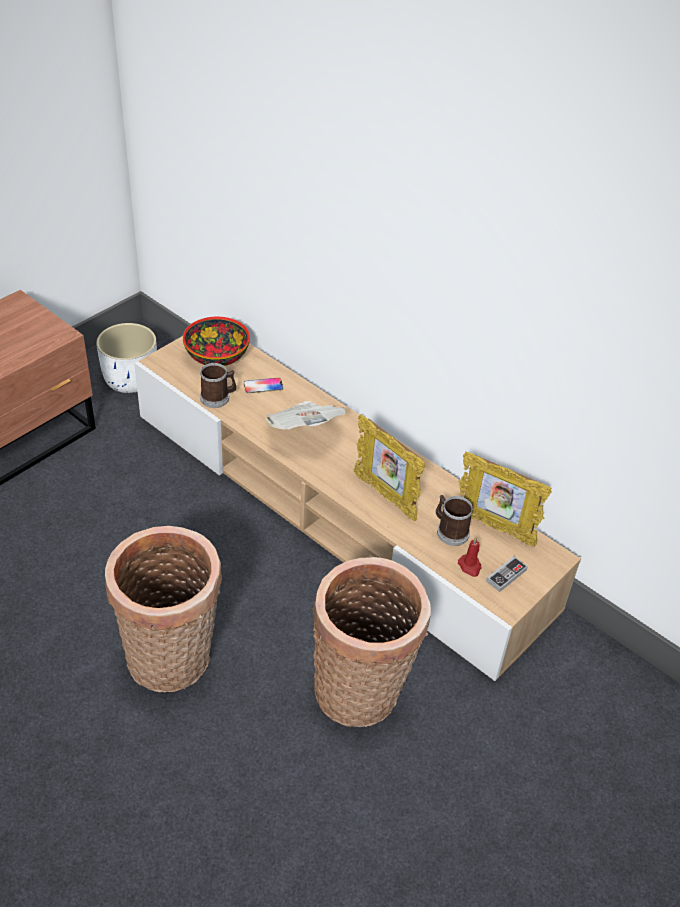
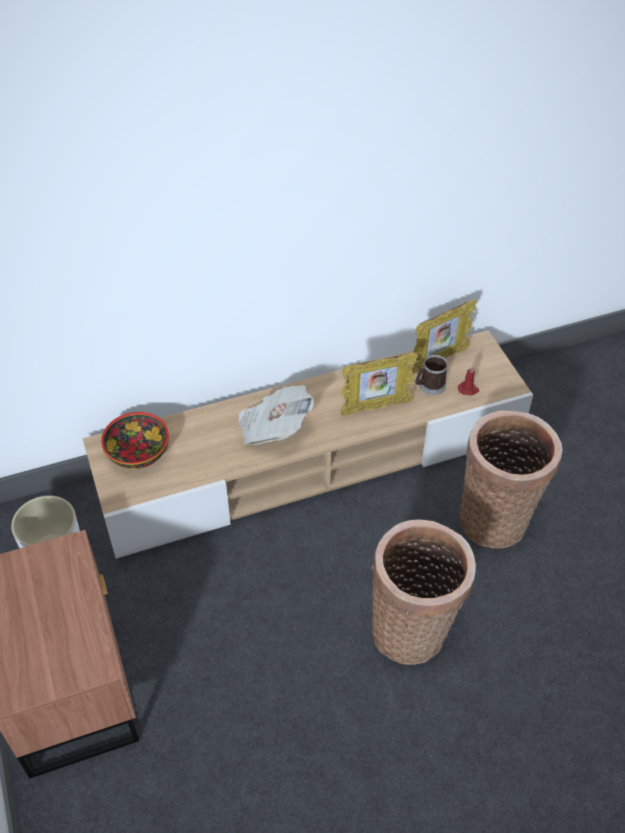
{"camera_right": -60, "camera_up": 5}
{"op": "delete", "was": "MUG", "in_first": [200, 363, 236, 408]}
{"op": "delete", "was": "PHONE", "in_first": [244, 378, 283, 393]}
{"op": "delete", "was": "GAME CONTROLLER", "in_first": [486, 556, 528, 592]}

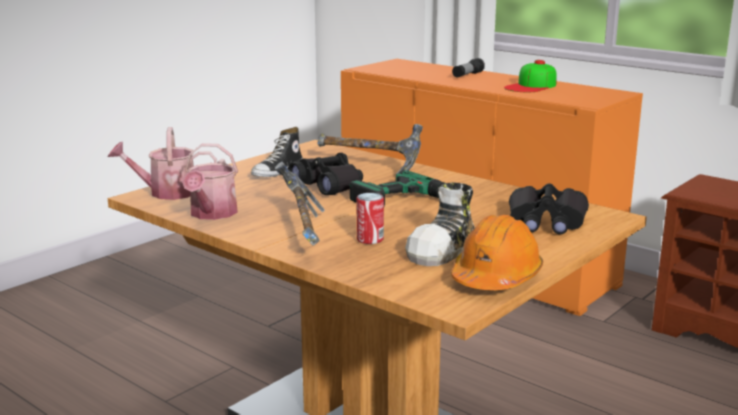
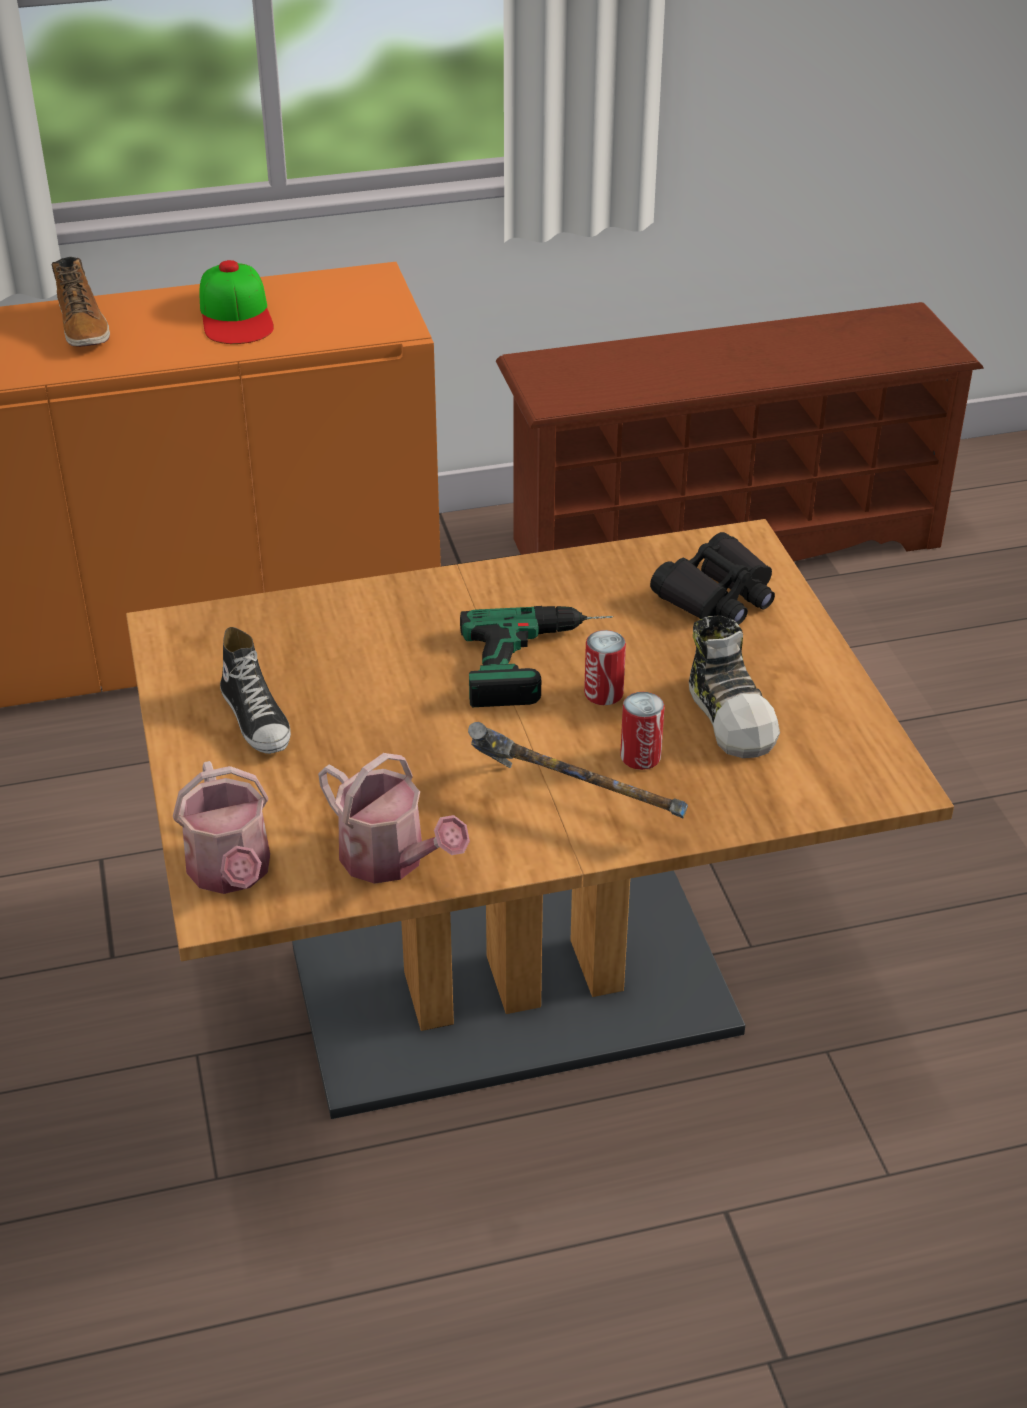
{"camera_right": -55, "camera_up": 20}
{"op": "rotate", "was": "WATERING CAN", "in_first": [108, 127, 217, 200], "in_second": [173, 761, 270, 894], "clockwise": -45}
{"op": "delete", "was": "BLACK BINOCULARS", "in_first": [288, 153, 363, 195]}
{"op": "delete", "was": "HAMMER", "in_first": [317, 124, 423, 174]}
{"op": "delete", "was": "ORANGE HARD HAT", "in_first": [451, 215, 543, 290]}
{"op": "replace", "was": "FLASHLIGHT", "now": "BOOT", "in_first": [452, 58, 485, 77], "in_second": [52, 257, 110, 347]}
{"op": "insert", "now": "CAN", "in_second": [584, 630, 626, 705]}

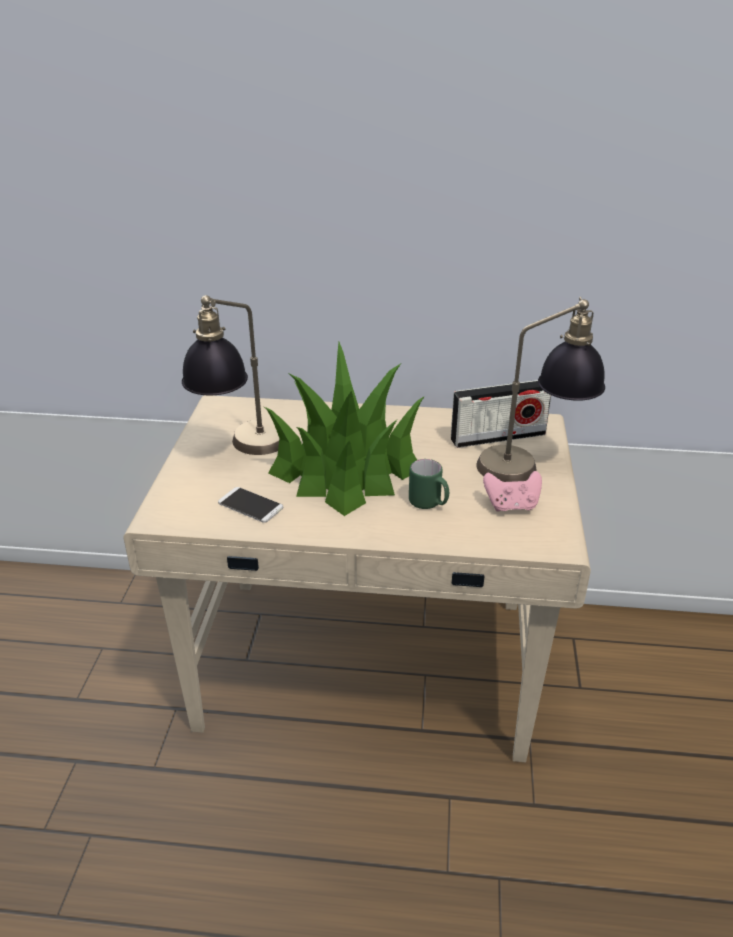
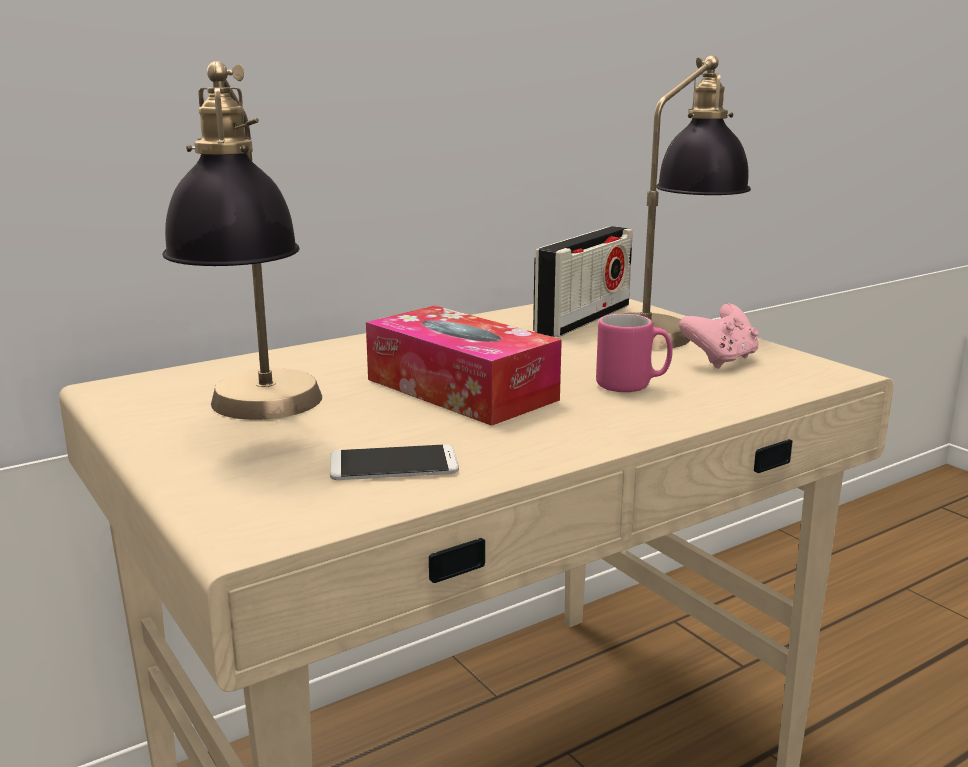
{"camera_right": -40, "camera_up": -15}
{"op": "replace", "was": "POTTED PLANT", "now": "TISSUE BOX", "in_first": [263, 342, 425, 516], "in_second": [366, 306, 562, 426]}
{"op": "recolor", "was": "GREEN MUG", "now": "PINK MUG", "in_first": [409, 459, 449, 509], "in_second": [596, 314, 673, 392]}

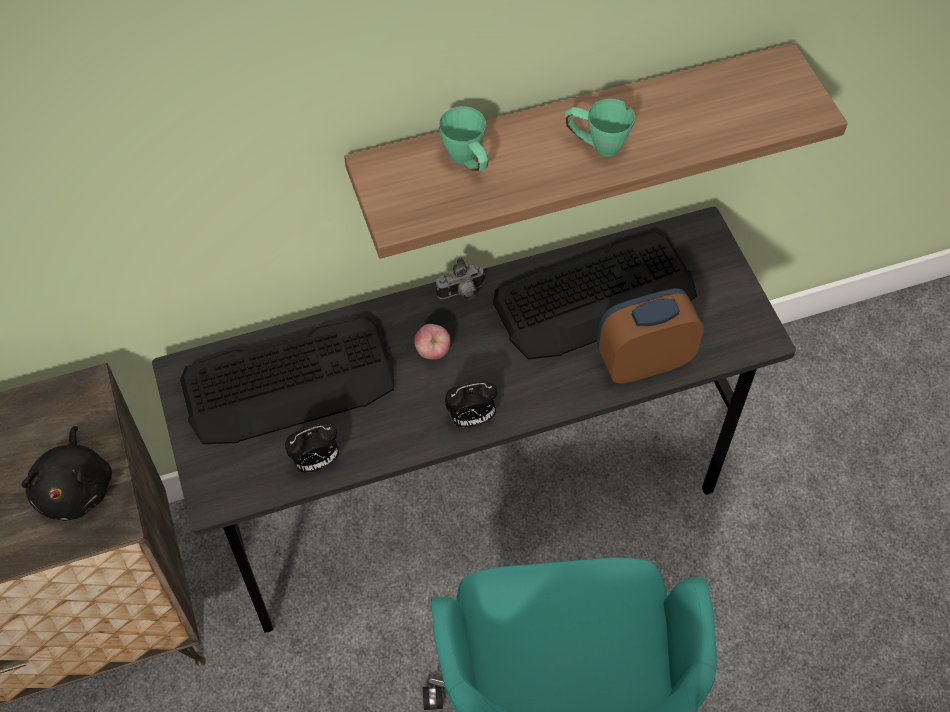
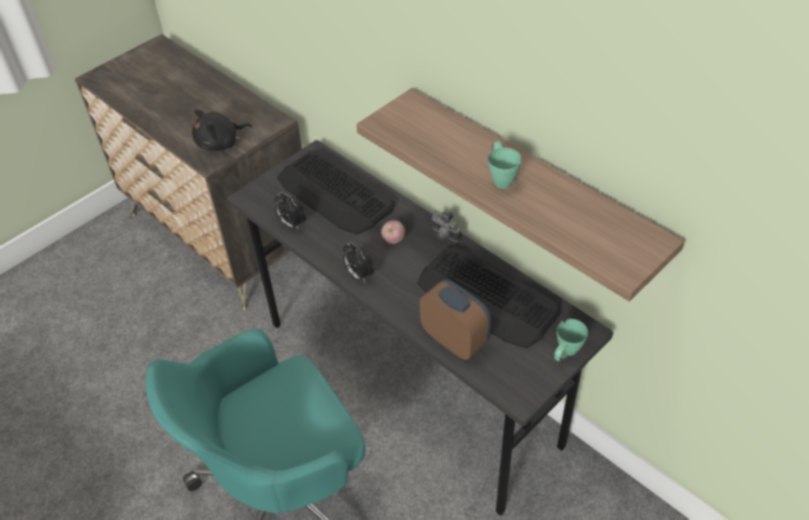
{"camera_right": 65, "camera_up": -10}
{"op": "move", "was": "GREEN MUG", "in_first": [439, 106, 489, 171], "in_second": [554, 319, 588, 361]}

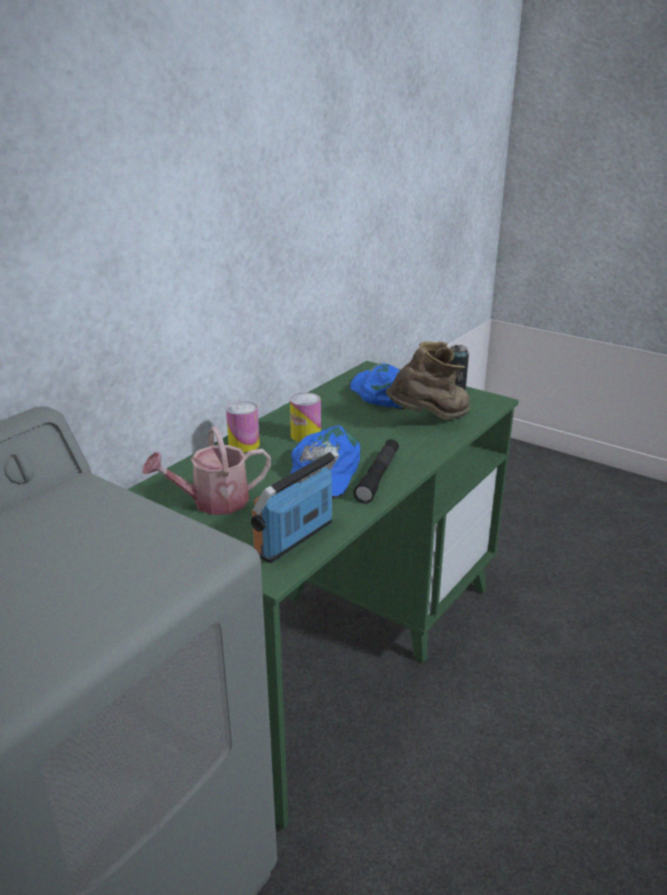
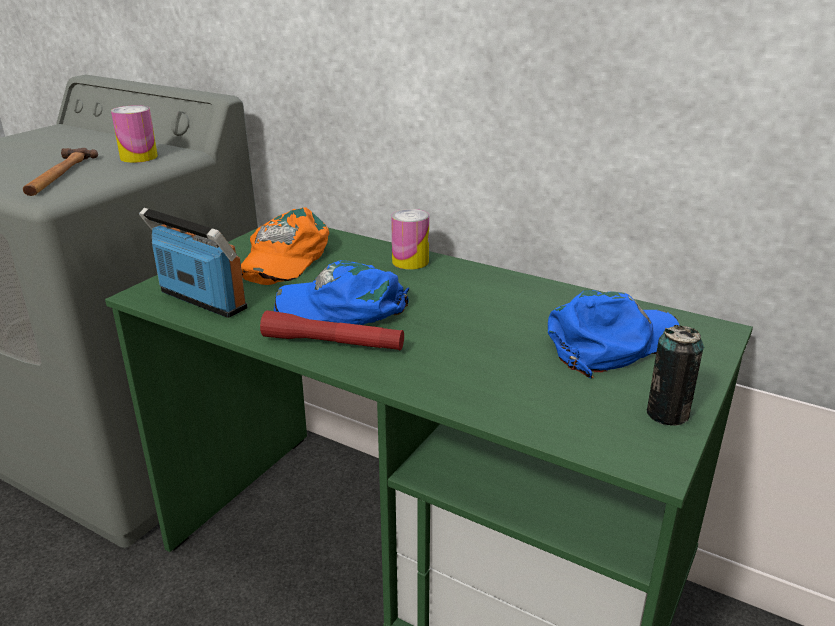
{"camera_right": 85, "camera_up": 0}
{"op": "replace", "was": "WATERING CAN", "now": "ORANGE CAP", "in_first": [143, 426, 271, 515], "in_second": [241, 207, 329, 285]}
{"op": "move", "was": "CAN", "in_first": [290, 393, 321, 442], "in_second": [111, 105, 158, 163]}
{"op": "recolor", "was": "BLACK FLASHLIGHT", "now": "RED FLASHLIGHT", "in_first": [353, 439, 399, 504], "in_second": [260, 310, 404, 350]}
{"op": "delete", "was": "BROWN BOOT", "in_first": [386, 341, 470, 420]}
{"op": "insert", "now": "HAMMER", "in_second": [23, 148, 98, 196]}

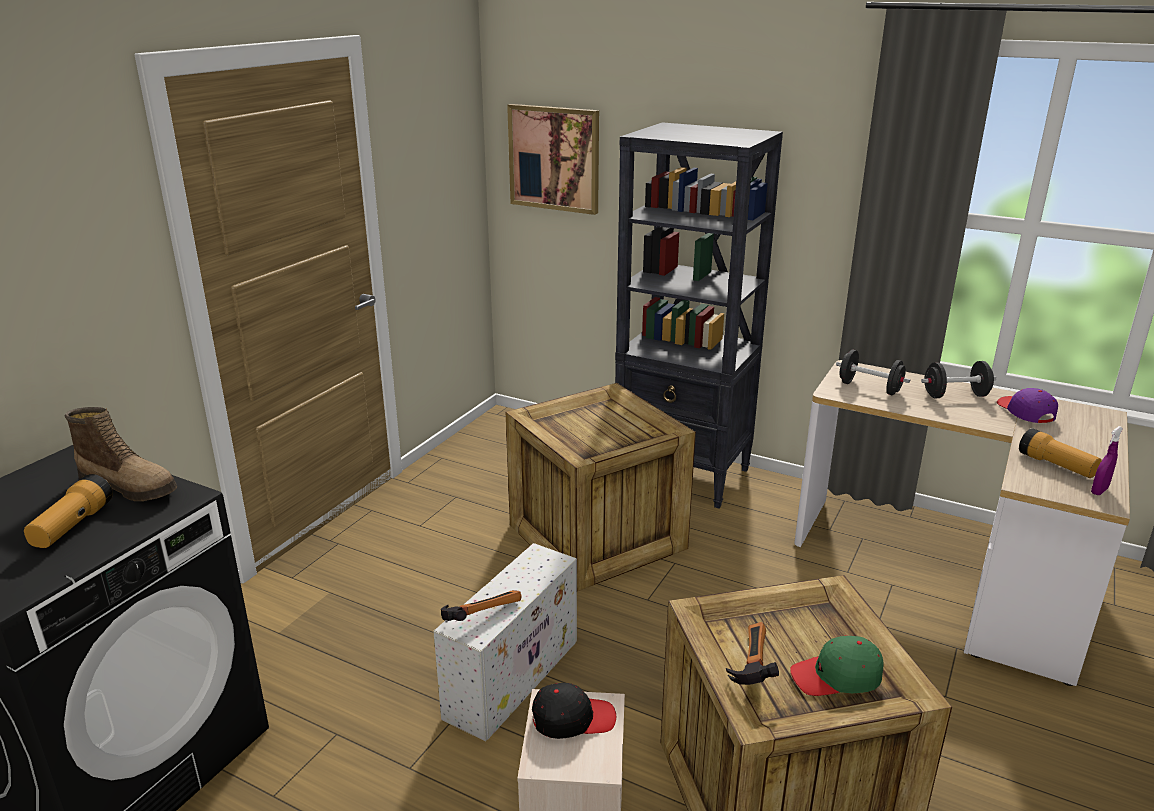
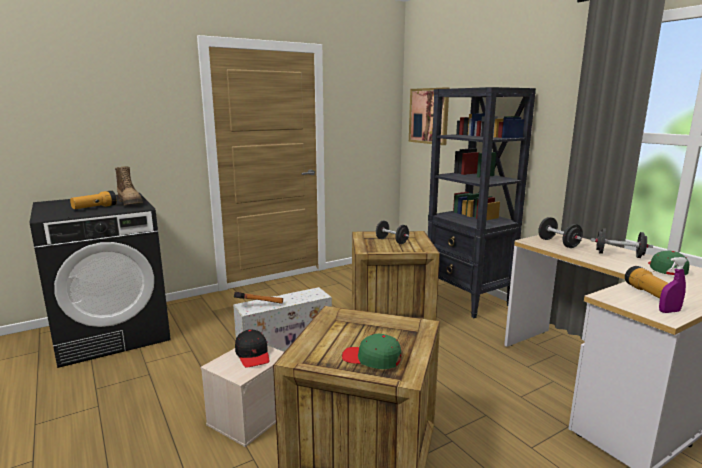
{"camera_right": 30, "camera_up": -10}
{"op": "rotate", "was": "BLACK CAP", "in_first": [532, 683, 616, 739], "in_second": [235, 329, 269, 368], "clockwise": 45}
{"op": "delete", "was": "HAMMER", "in_first": [726, 622, 779, 685]}
{"op": "recolor", "was": "PURPLE CAP", "now": "GREEN CAP", "in_first": [997, 388, 1058, 423], "in_second": [648, 251, 689, 275]}
{"op": "insert", "now": "BLACK DUMBBELL", "in_second": [376, 221, 409, 244]}

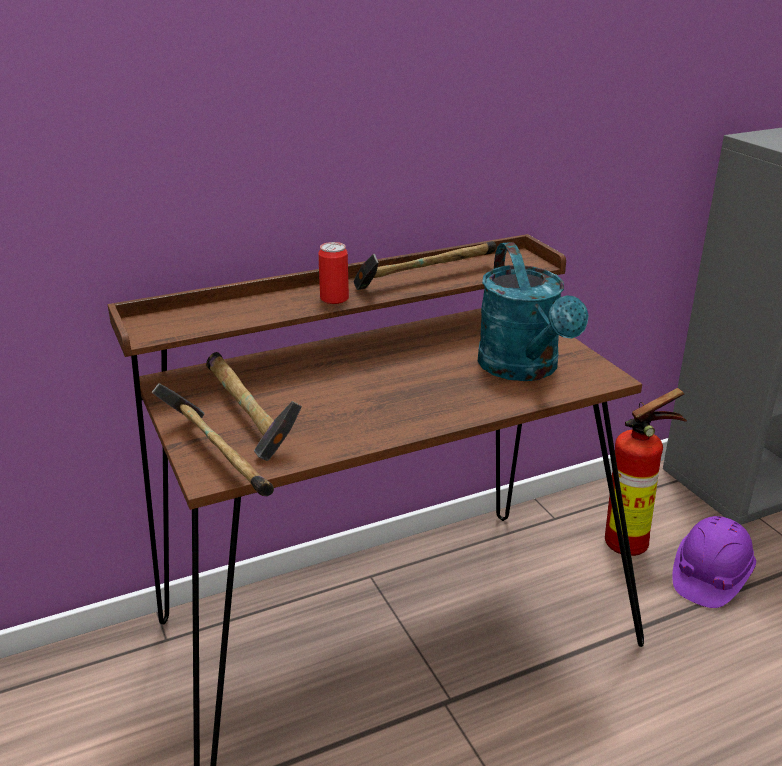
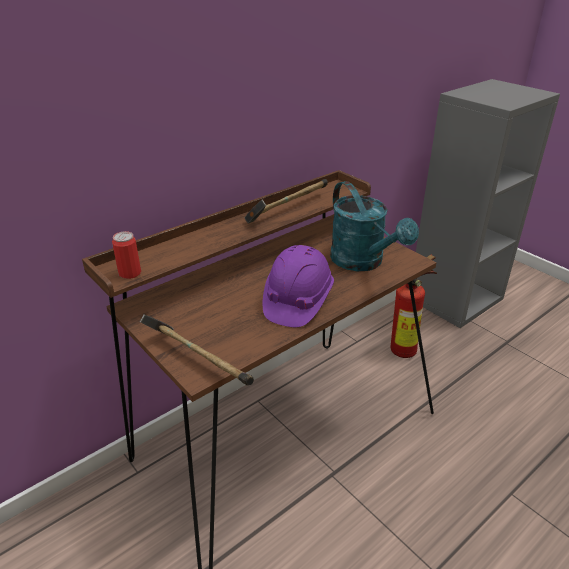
{"camera_right": -15, "camera_up": 5}
{"op": "delete", "was": "HAMMER", "in_first": [206, 352, 302, 461]}
{"op": "move", "was": "CAN", "in_first": [318, 242, 349, 304], "in_second": [112, 231, 141, 279]}
{"op": "move", "was": "PURPLE HARD HAT", "in_first": [672, 516, 756, 608], "in_second": [263, 245, 334, 327]}

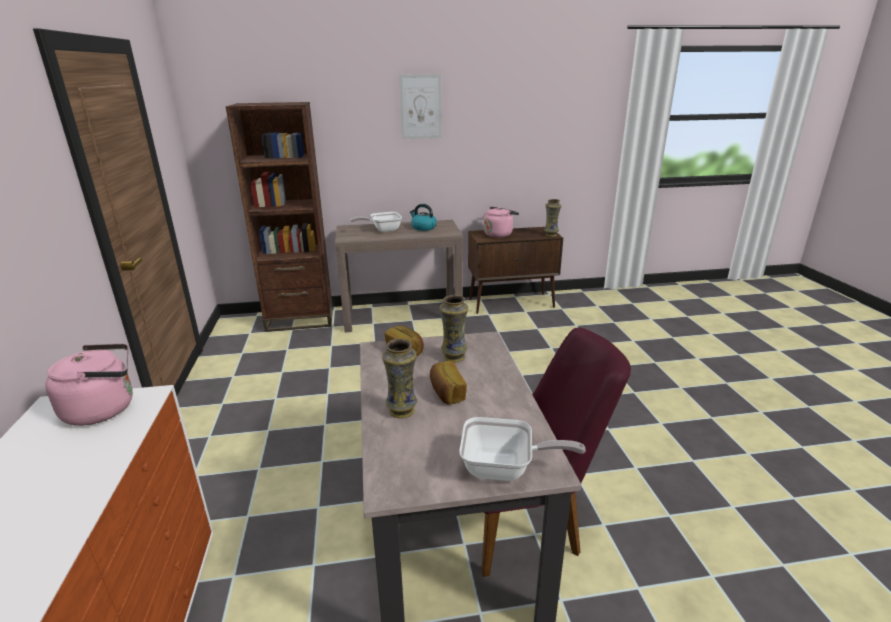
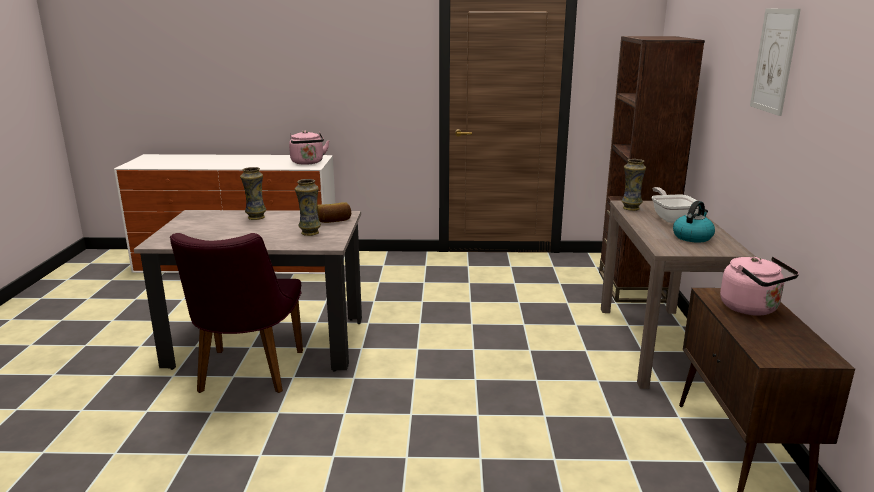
{"camera_right": 100, "camera_up": -5}
{"op": "delete", "was": "BREAD", "in_first": [430, 361, 467, 404]}
{"op": "delete", "was": "FRYING PAN", "in_first": [459, 417, 586, 481]}
{"op": "move", "was": "VASE", "in_first": [544, 199, 561, 237], "in_second": [622, 159, 646, 211]}

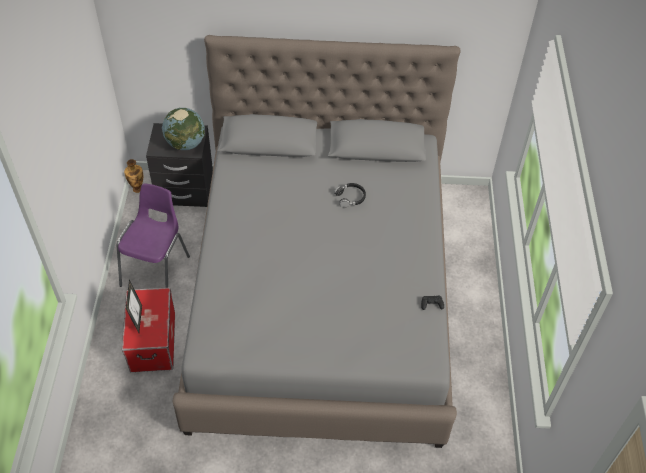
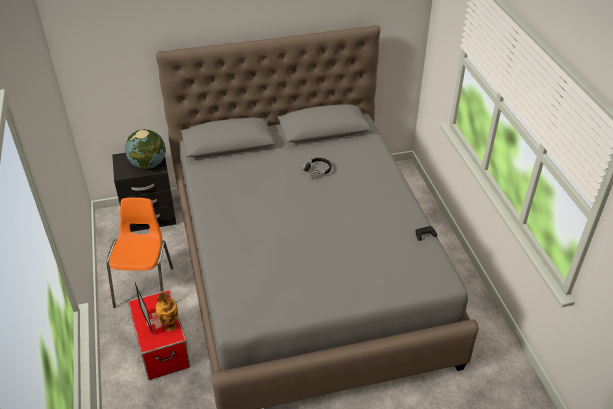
{"camera_right": -15, "camera_up": -10}
{"op": "recolor", "was": "PURPLE CHAIR", "now": "ORANGE CHAIR", "in_first": [117, 183, 190, 288], "in_second": [106, 197, 173, 308]}
{"op": "move", "was": "VASE", "in_first": [124, 159, 143, 193], "in_second": [155, 292, 178, 331]}

